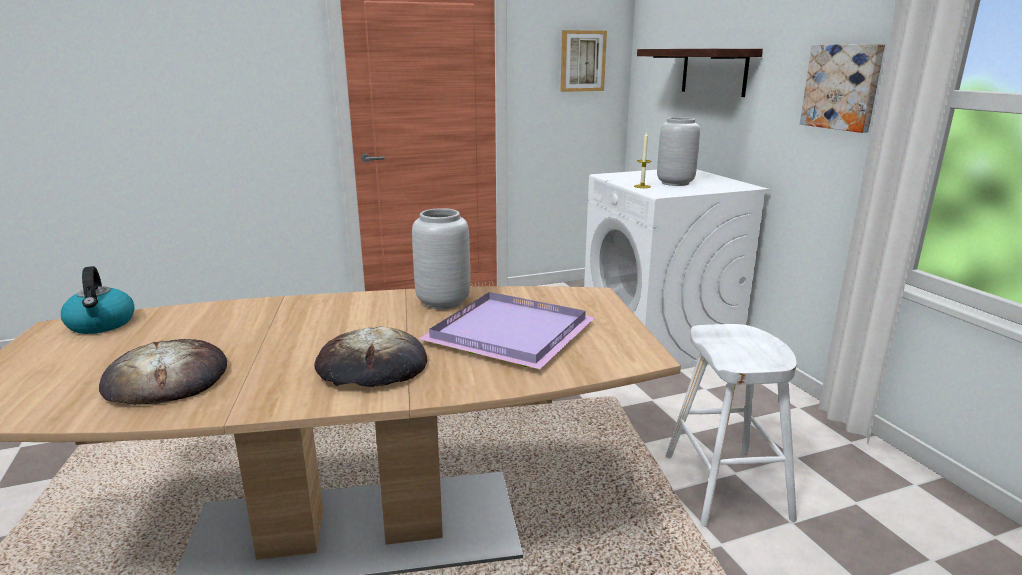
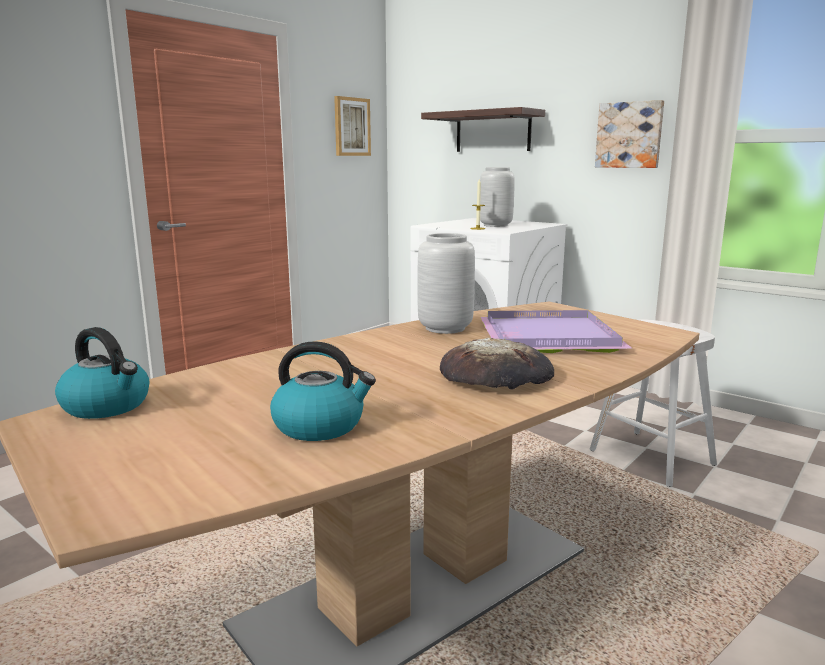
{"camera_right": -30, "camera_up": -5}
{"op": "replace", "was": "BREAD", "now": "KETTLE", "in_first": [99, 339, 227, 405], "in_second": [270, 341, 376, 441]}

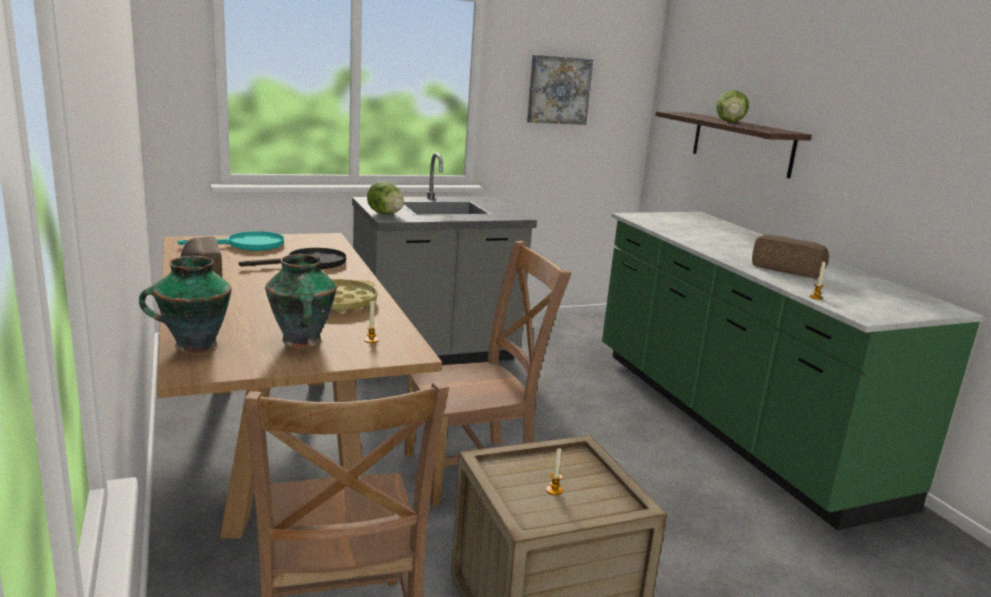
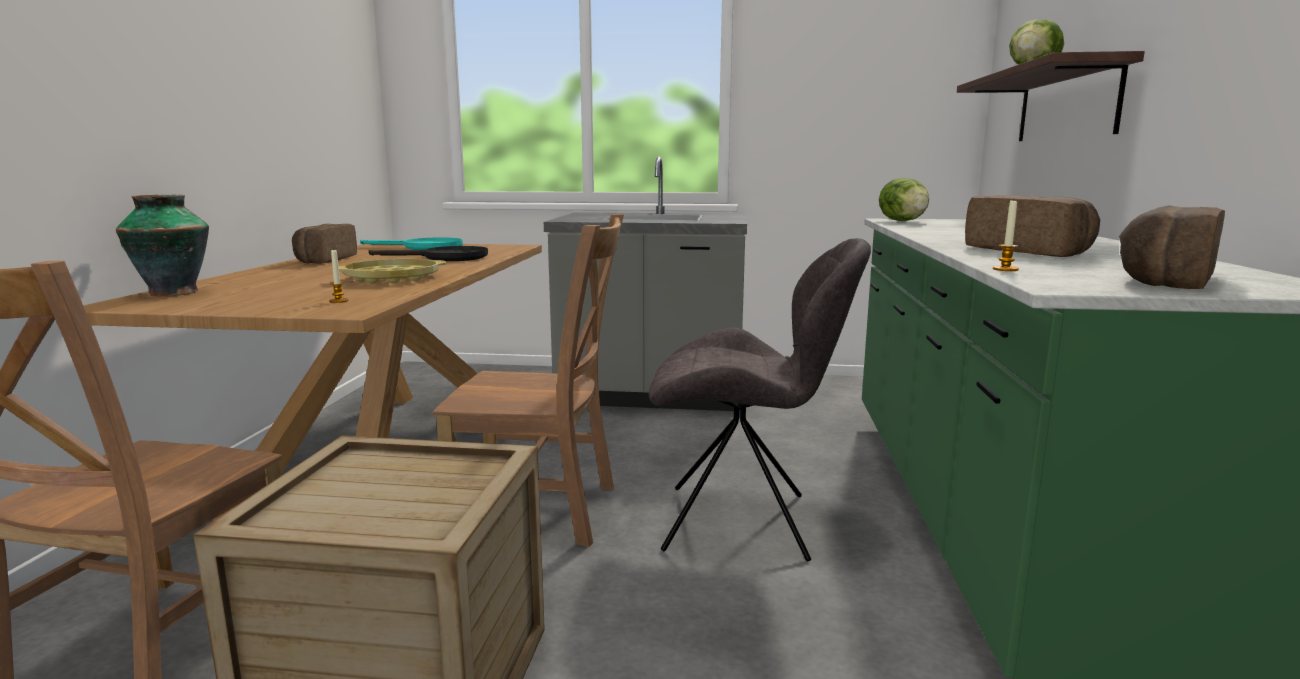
{"camera_right": 30, "camera_up": -5}
{"op": "delete", "was": "VASE", "in_first": [265, 254, 337, 348]}
{"op": "move", "was": "LETTUCE", "in_first": [367, 181, 404, 215], "in_second": [879, 178, 929, 221]}
{"op": "delete", "was": "PICTURE", "in_first": [527, 55, 593, 125]}
{"op": "delete", "was": "CANDLE", "in_first": [546, 448, 563, 495]}
{"op": "insert", "now": "GREY CHAIR", "in_second": [649, 238, 871, 562]}
{"op": "insert", "now": "BREAD", "in_second": [1119, 205, 1225, 289]}

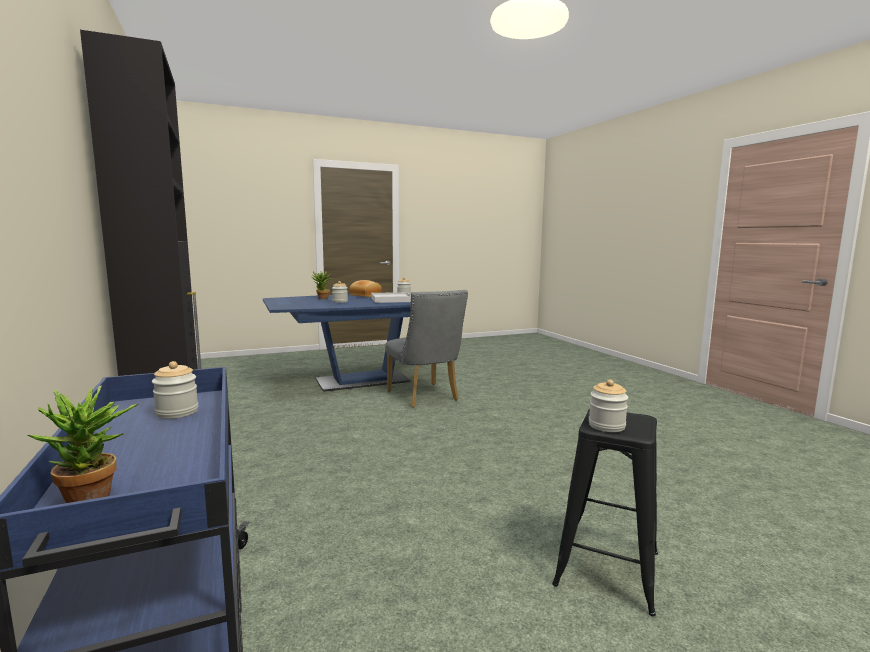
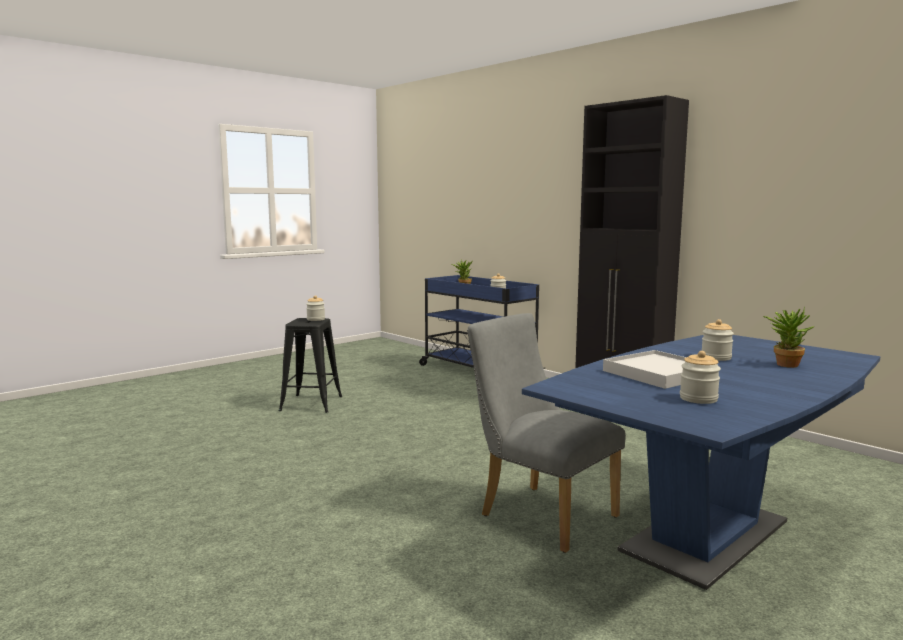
{"camera_right": 160, "camera_up": 0}
{"op": "delete", "was": "BREAD", "in_first": [349, 280, 382, 297]}

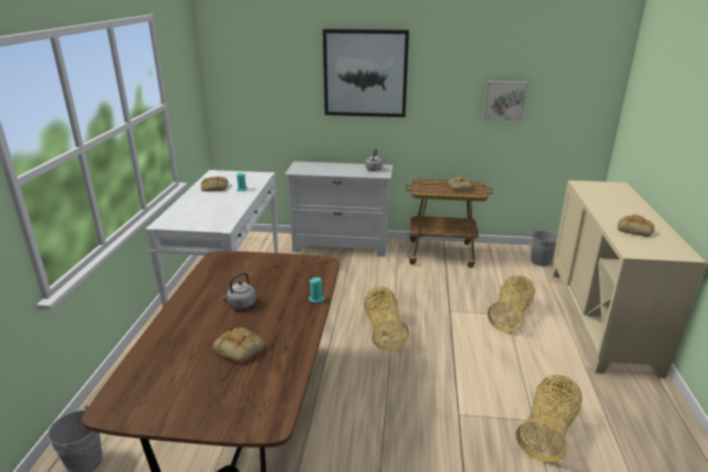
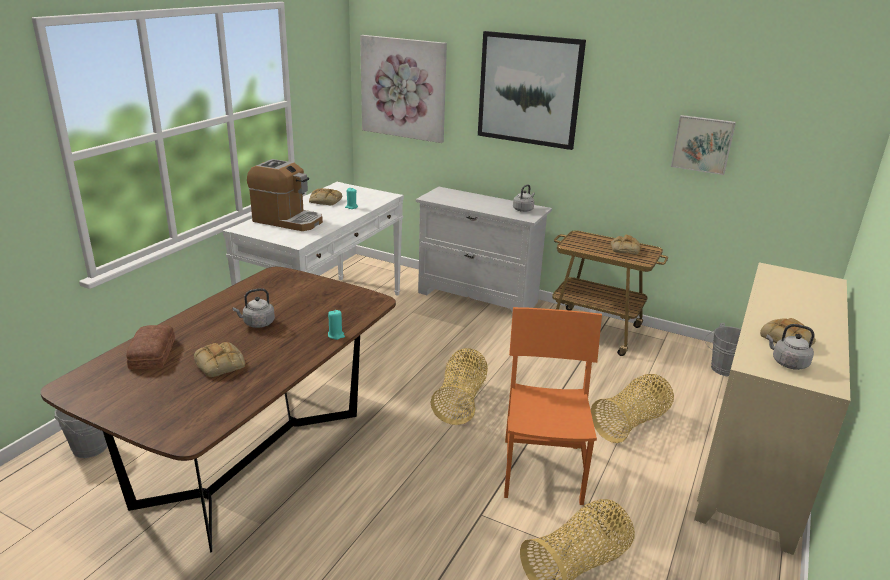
{"camera_right": 20, "camera_up": 0}
{"op": "insert", "now": "BREAD", "in_second": [126, 325, 175, 369]}
{"op": "insert", "now": "COFFEE MACHINE", "in_second": [247, 159, 323, 231]}
{"op": "insert", "now": "PICTURE", "in_second": [360, 35, 447, 143]}
{"op": "insert", "now": "ORANGE CHAIR", "in_second": [504, 307, 602, 505]}
{"op": "insert", "now": "GREY KETTLE", "in_second": [766, 324, 815, 370]}

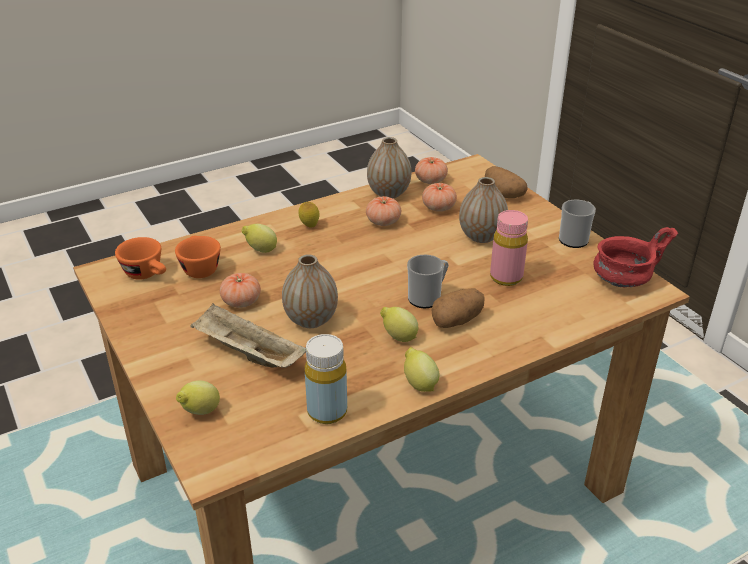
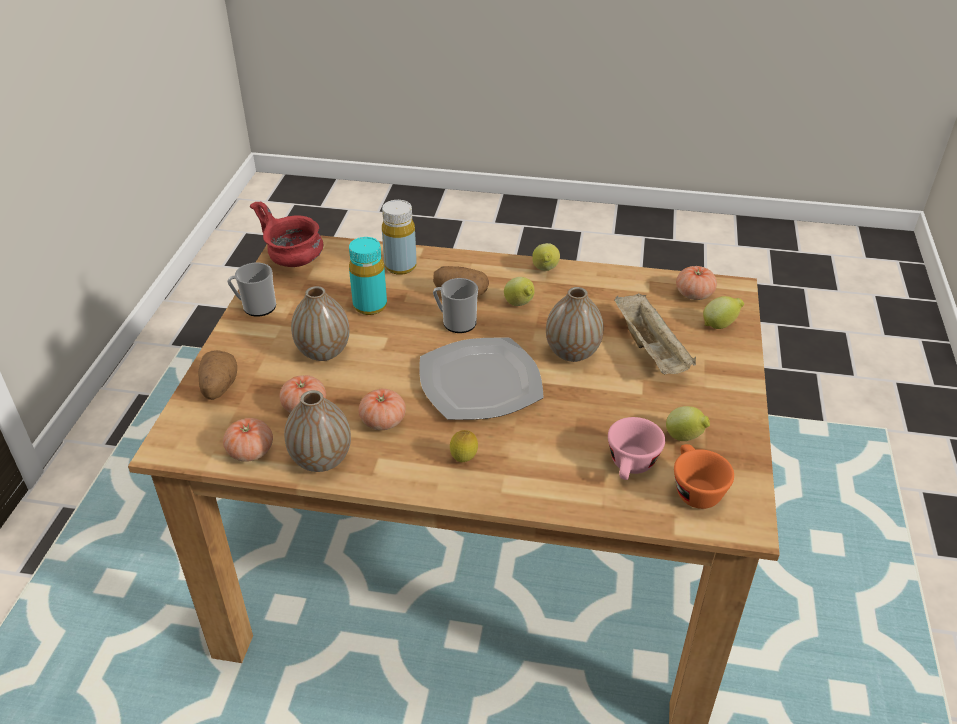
{"camera_right": -140, "camera_up": 5}
{"op": "recolor", "was": "ORANGE CUP", "now": "PINK CUP", "in_first": [175, 236, 221, 278], "in_second": [608, 417, 665, 480]}
{"op": "move", "was": "TOMATO", "in_first": [220, 273, 261, 308], "in_second": [676, 266, 717, 300]}
{"op": "move", "was": "LEMON", "in_first": [242, 224, 277, 253], "in_second": [666, 406, 710, 441]}
{"op": "move", "was": "YELLOW BOTTLE", "in_first": [305, 334, 347, 424], "in_second": [382, 200, 417, 275]}
{"op": "recolor", "was": "PINK BOTTLE", "now": "TURQUOISE BOTTLE", "in_first": [490, 210, 528, 286], "in_second": [349, 237, 387, 315]}
{"op": "insert", "now": "PLATE", "in_second": [419, 338, 544, 420]}

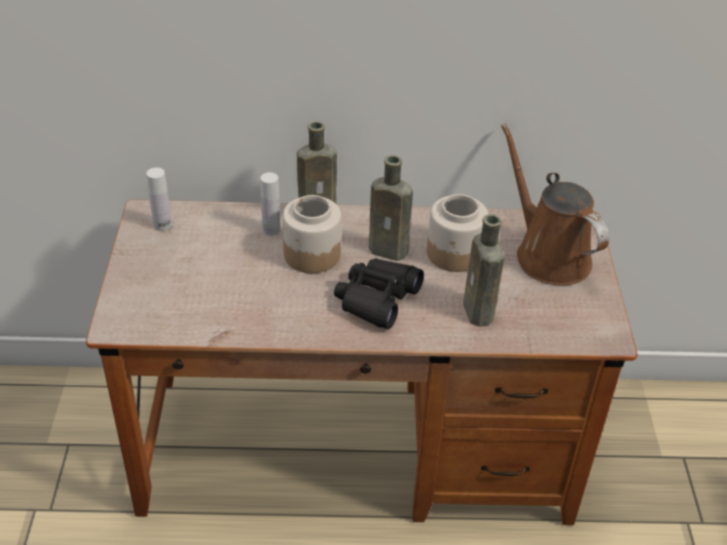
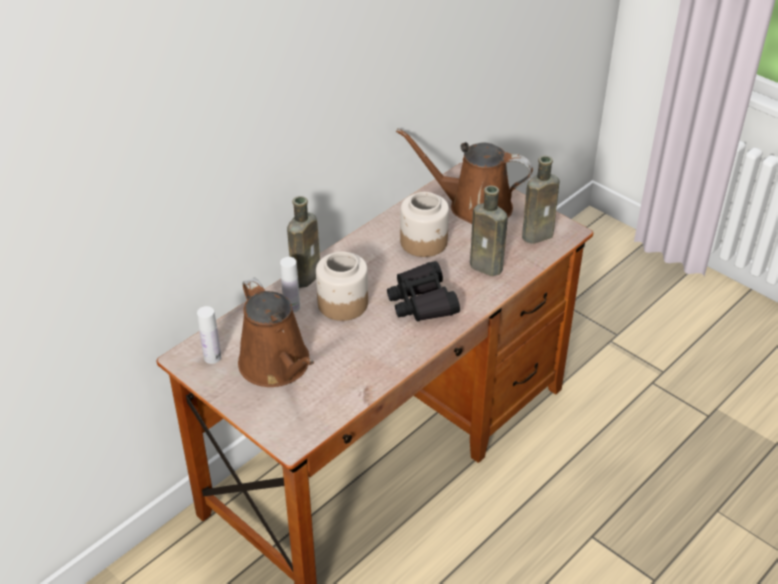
{"camera_right": -45, "camera_up": 0}
{"op": "move", "was": "BROWN BOTTLE", "in_first": [369, 155, 413, 261], "in_second": [522, 156, 560, 244]}
{"op": "insert", "now": "BROWN WATERING CAN", "in_second": [238, 277, 314, 387]}

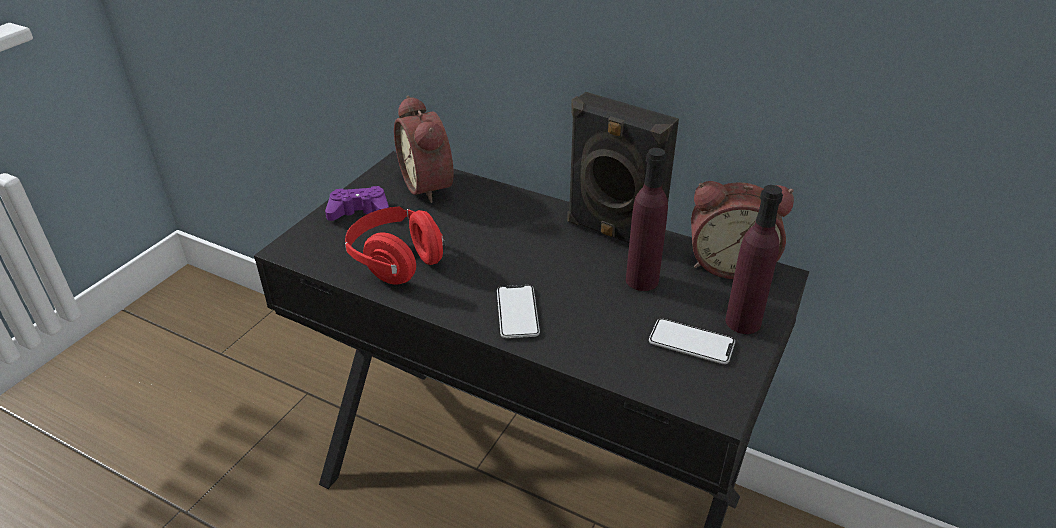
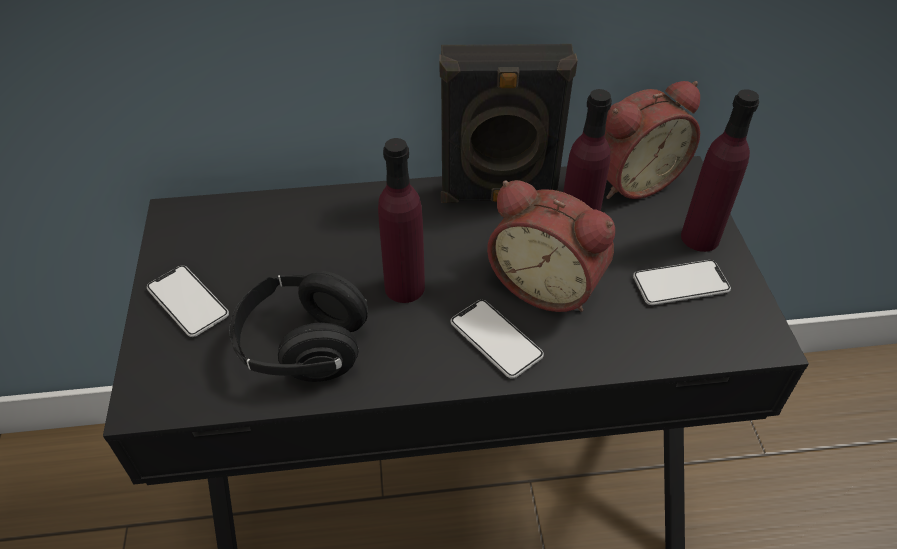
{"camera_right": -35, "camera_up": 10}
{"op": "replace", "was": "PURPLE GAME CONTROLLER", "now": "PHONE", "in_first": [325, 186, 389, 221], "in_second": [147, 265, 229, 337]}
{"op": "recolor", "was": "RED HEADPHONES", "now": "BLACK HEADPHONES", "in_first": [345, 207, 447, 285], "in_second": [229, 271, 368, 382]}
{"op": "move", "was": "ALARM CLOCK", "in_first": [394, 95, 454, 203], "in_second": [487, 180, 615, 312]}
{"op": "insert", "now": "PURPLE BOTTLE", "in_second": [378, 138, 425, 303]}

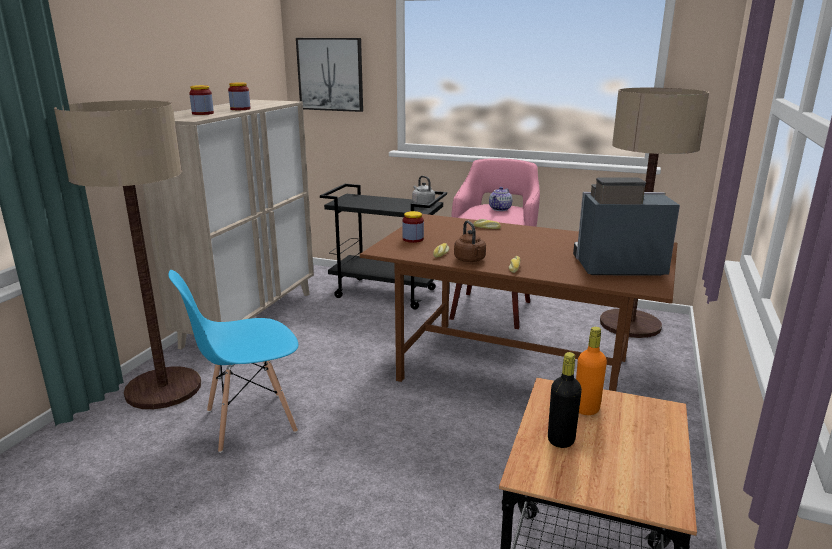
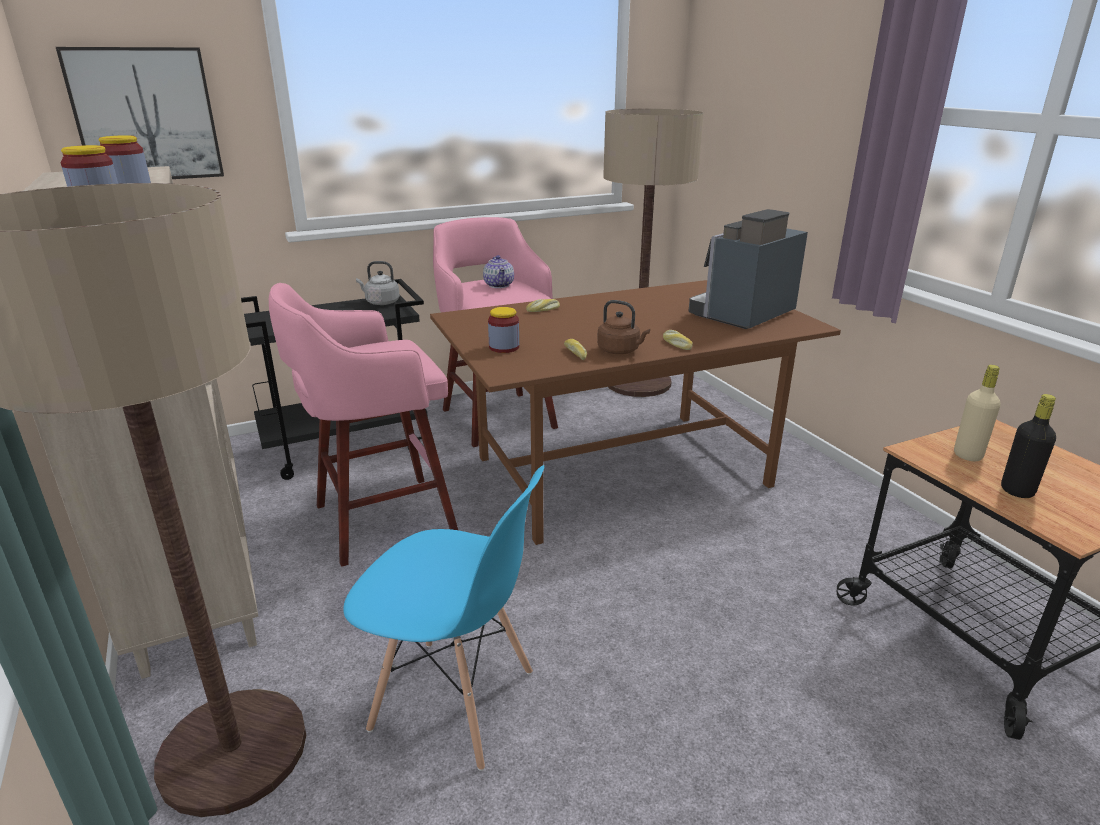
{"camera_right": -45, "camera_up": 5}
{"op": "rotate", "was": "BLUE CHAIR", "in_first": [168, 270, 298, 453], "in_second": [343, 465, 544, 771], "clockwise": -90}
{"op": "recolor", "was": "ORANGE BOTTLE", "now": "BEIGE BOTTLE", "in_first": [576, 327, 607, 415], "in_second": [954, 365, 1000, 461]}
{"op": "insert", "now": "PINK STOOL", "in_second": [269, 283, 458, 567]}

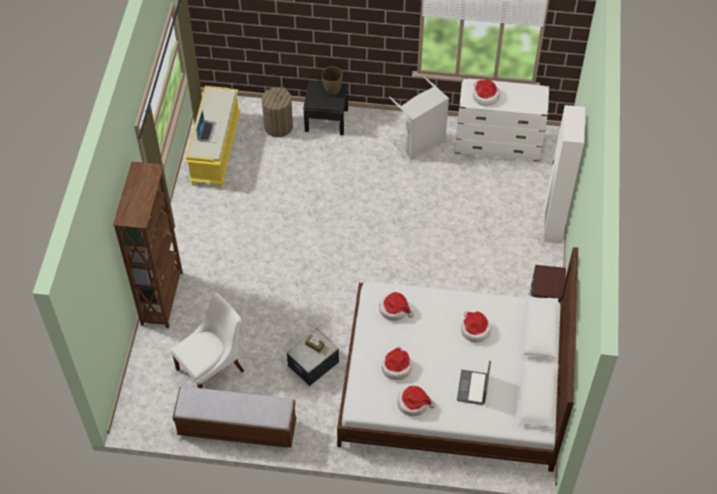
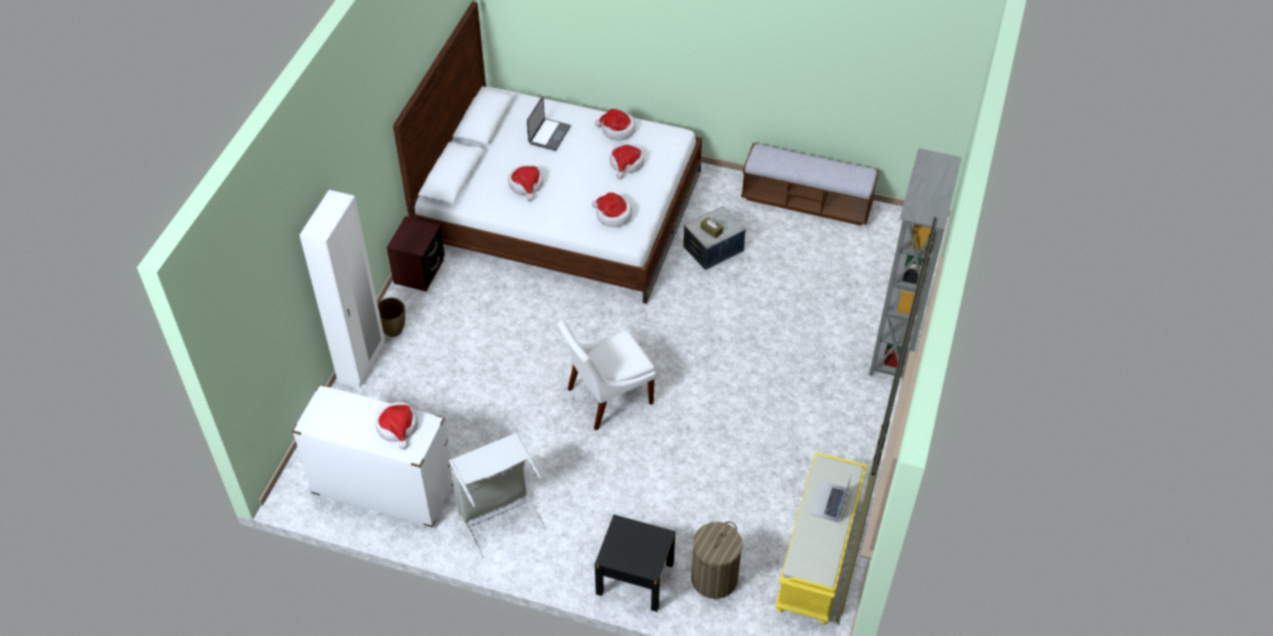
{"camera_right": -170, "camera_up": -5}
{"op": "recolor", "was": "BROWN BOOKCASE", "now": "GREY BOOKCASE", "in_first": [113, 161, 183, 329], "in_second": [869, 148, 962, 381]}
{"op": "move", "was": "WHITE CHAIR", "in_first": [171, 292, 244, 388], "in_second": [557, 320, 656, 430]}
{"op": "move", "was": "BROWN VASE", "in_first": [321, 66, 343, 95], "in_second": [377, 297, 405, 337]}

